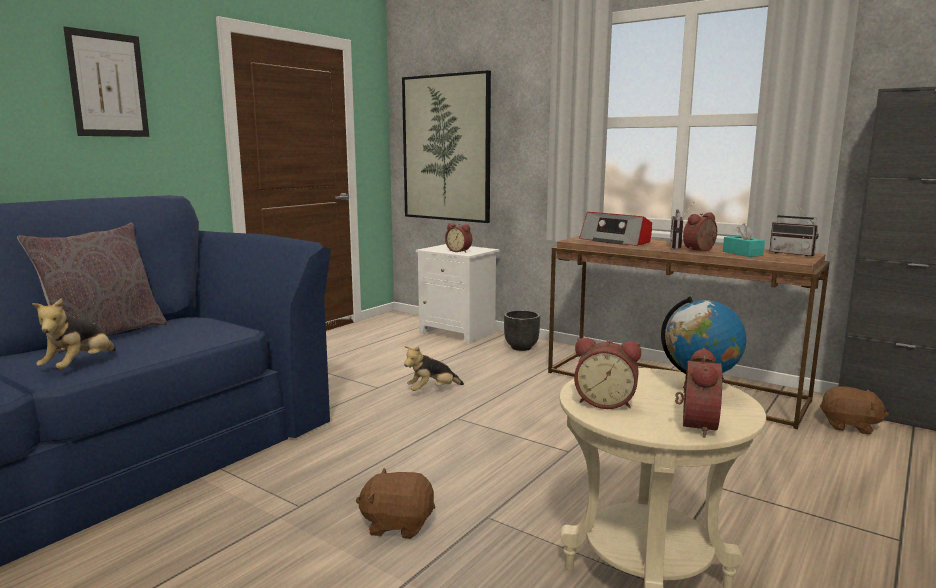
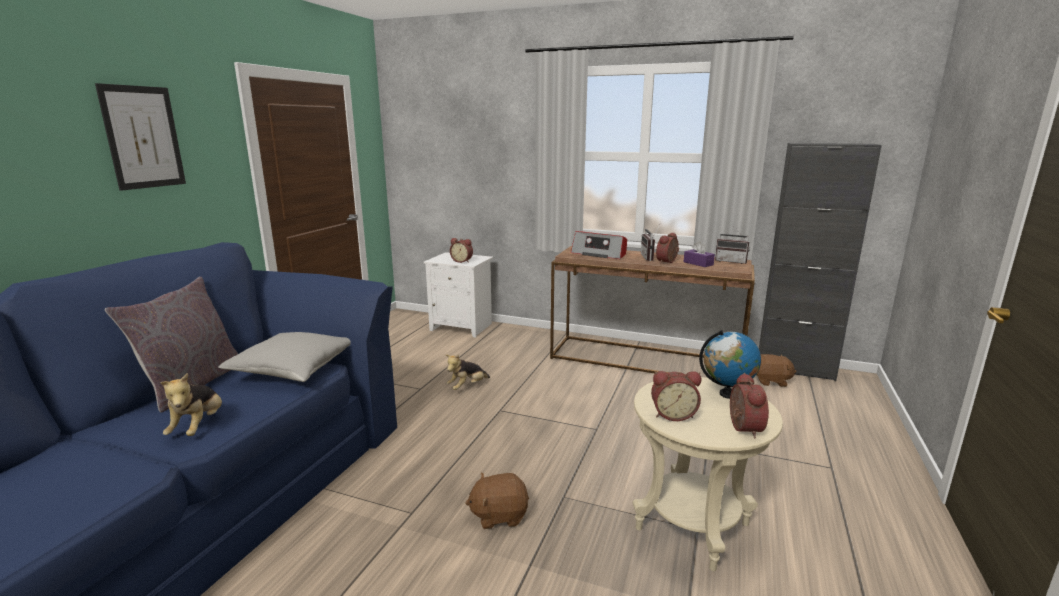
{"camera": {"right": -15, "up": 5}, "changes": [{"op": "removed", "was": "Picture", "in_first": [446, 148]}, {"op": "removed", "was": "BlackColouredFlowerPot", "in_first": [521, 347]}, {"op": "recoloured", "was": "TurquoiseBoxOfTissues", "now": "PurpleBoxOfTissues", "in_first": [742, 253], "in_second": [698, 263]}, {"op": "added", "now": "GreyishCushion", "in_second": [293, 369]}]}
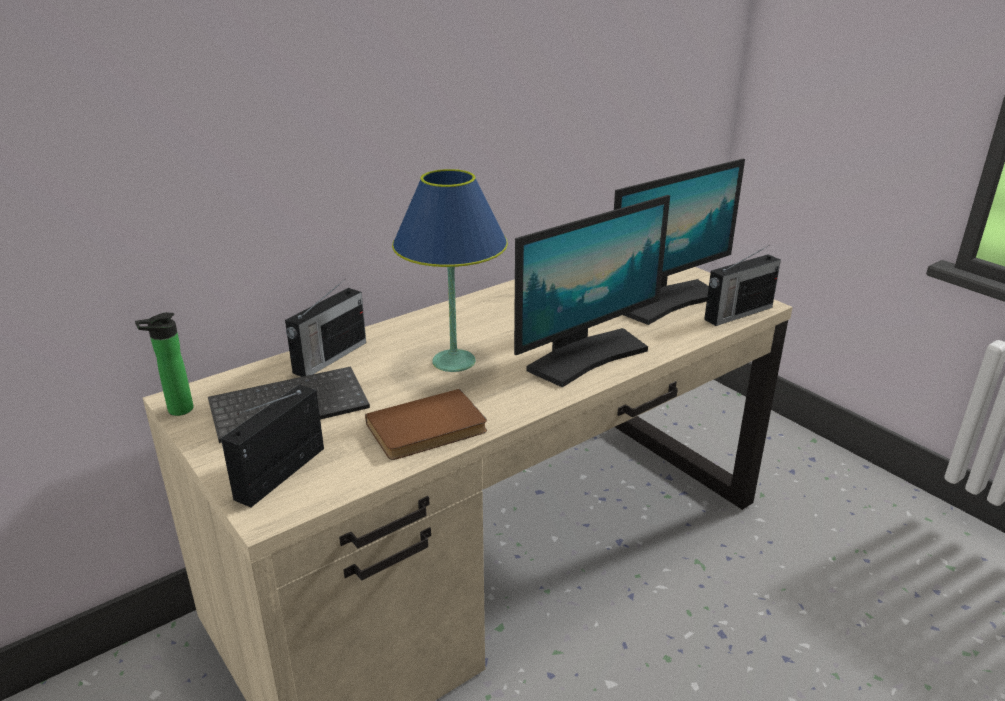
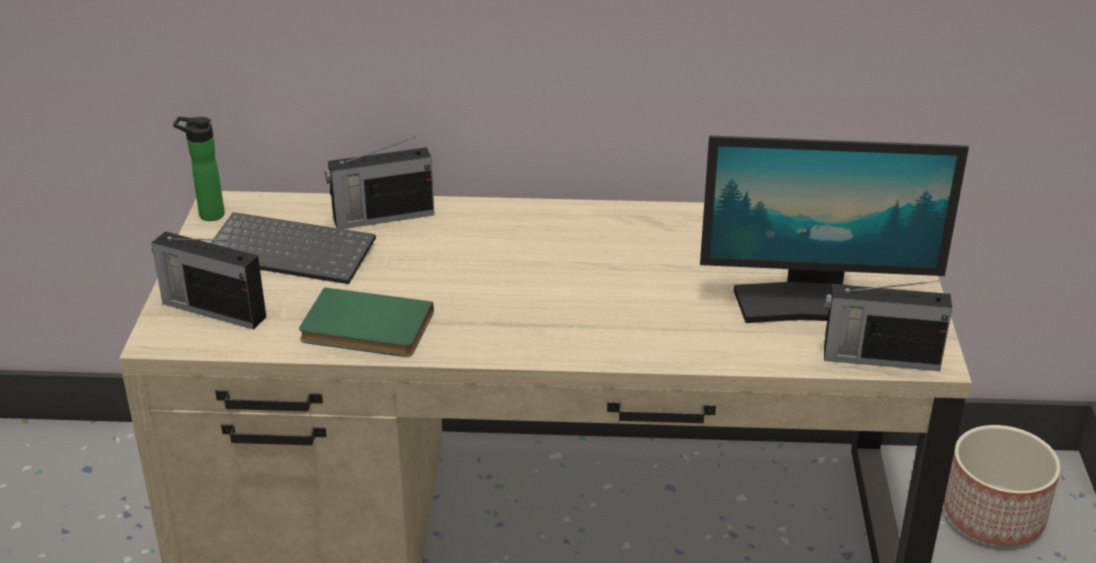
{"camera": {"right": 40, "up": 5}, "changes": [{"op": "turned", "was": "RadioReceiver", "in_first": [282, 472], "in_second": [212, 309], "clockwise": -135}, {"op": "recoloured", "was": "BrownColouredBoundBook", "now": "GreenColouredBoundBook", "in_first": [428, 430], "in_second": [365, 329]}, {"op": "removed", "was": "BluishLampForATable", "in_first": [454, 361]}, {"op": "removed", "was": "ComputerScreen", "in_first": [586, 357]}, {"op": "added", "now": "FlowerPot", "in_second": [994, 515]}]}
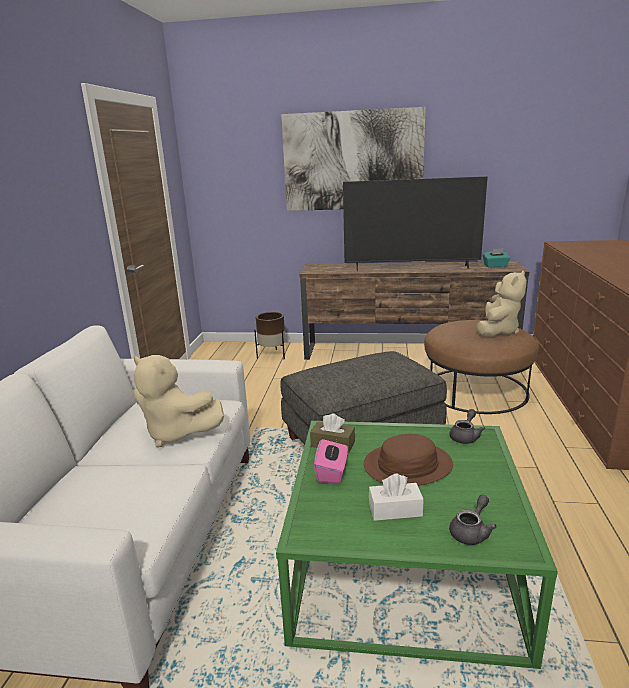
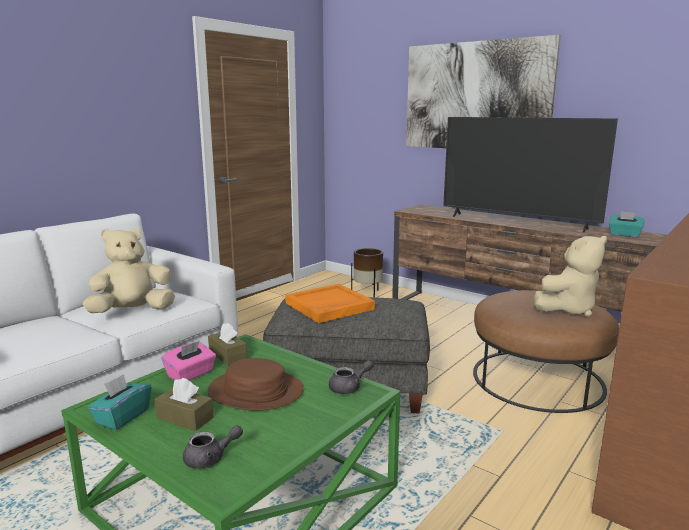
{"camera": {"right": 30, "up": -5}, "changes": [{"op": "turned", "was": "BeigeCuddlyToy", "in_first": [176, 433], "in_second": [132, 311], "clockwise": 90}, {"op": "recoloured", "was": "WhiteColouredBoxOfTissues", "now": "BrownColouredBoxOfTissues", "in_first": [395, 510], "in_second": [185, 418]}, {"op": "added", "now": "TurquoiseBoxOfTissues", "in_second": [122, 417]}, {"op": "added", "now": "OrangeCarryingTray", "in_second": [329, 306]}]}
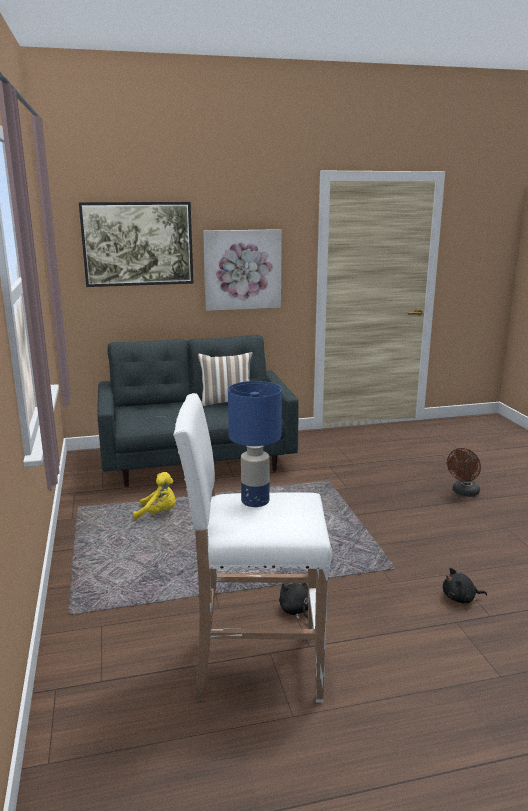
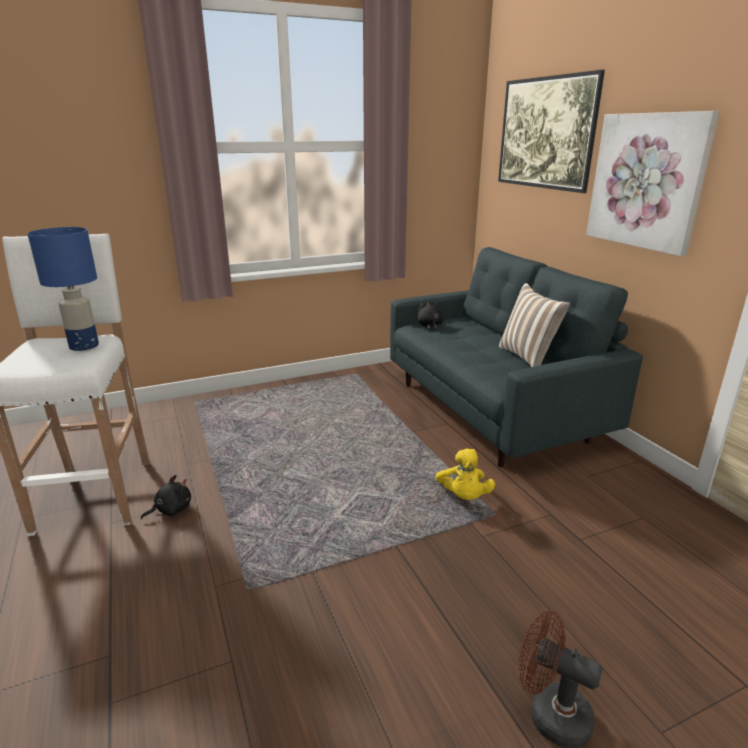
{"camera": {"right": 80, "up": 5}, "changes": [{"op": "moved", "was": "YellowCuddlyToy", "in_first": [158, 513], "in_second": [463, 497]}, {"op": "moved", "was": "BlackColouredCuddlyToy", "in_first": [460, 598], "in_second": [429, 326]}]}
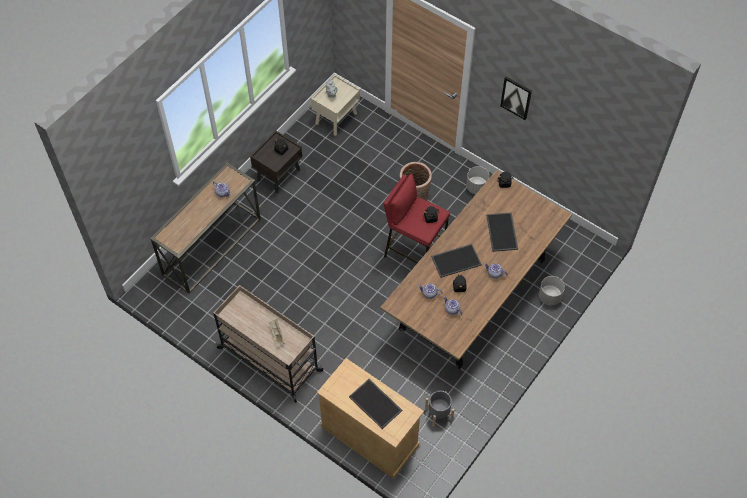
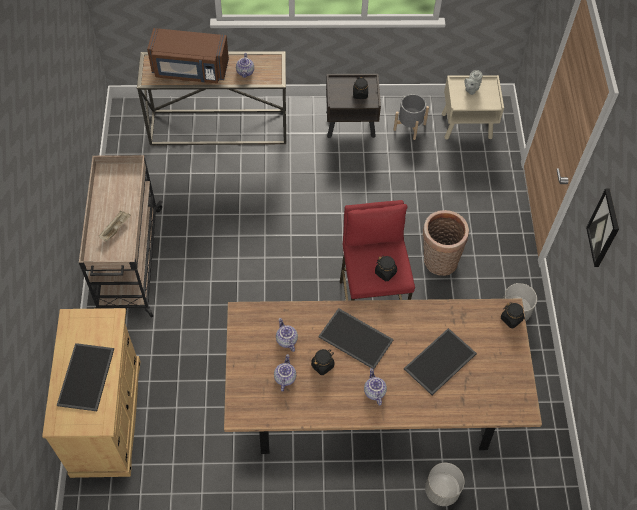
{"camera": {"right": 50, "up": 0}, "changes": [{"op": "moved", "was": "GreyishFlowerPot", "in_first": [438, 413], "in_second": [409, 126]}, {"op": "added", "now": "BrownColouredMicrowaveOven", "in_second": [190, 70]}]}
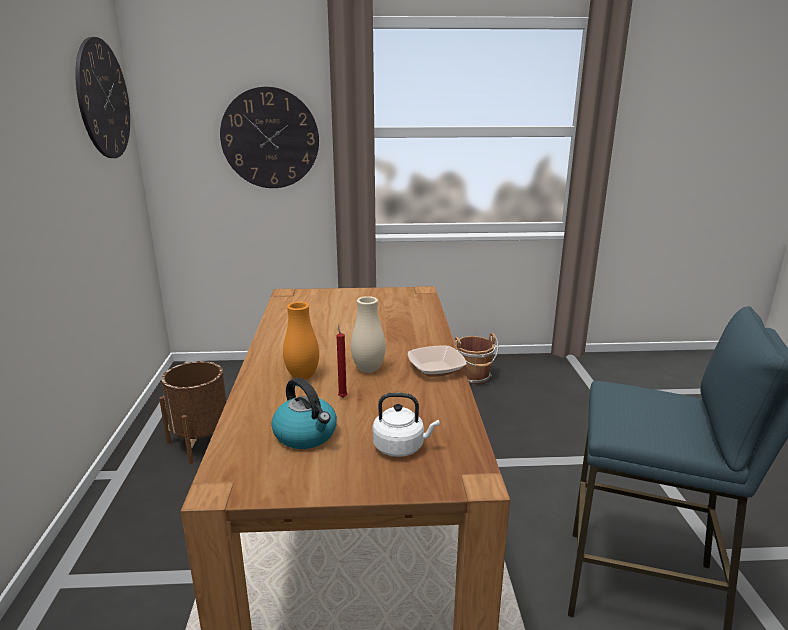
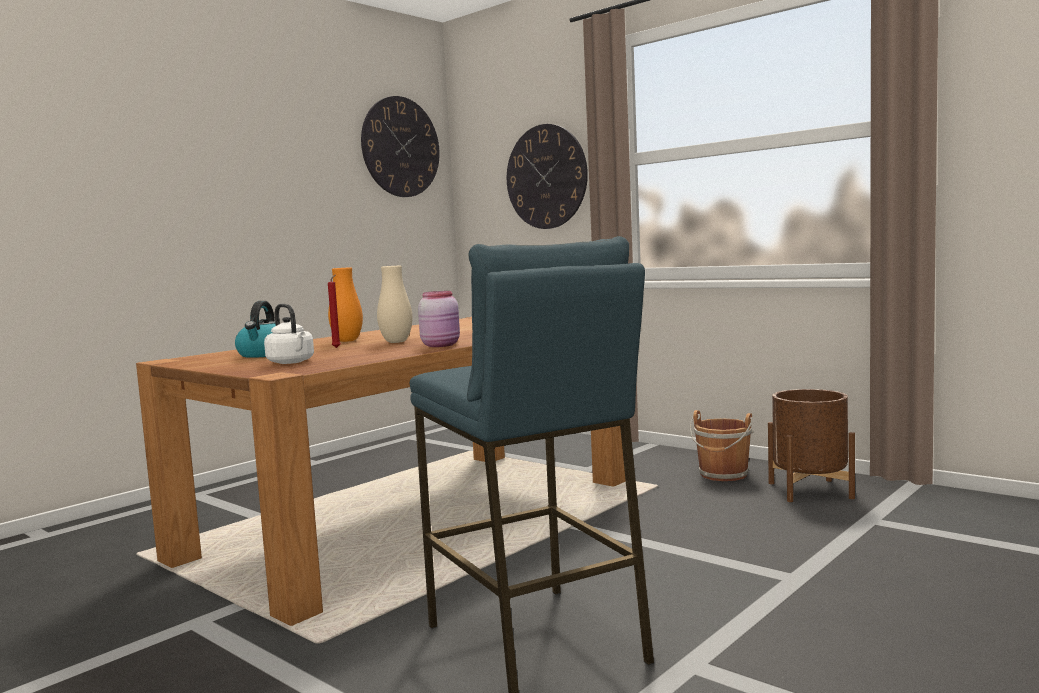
{"camera": {"right": 45, "up": -15}, "changes": [{"op": "moved", "was": "BrownColouredFlowerPot", "in_first": [202, 442], "in_second": [810, 490]}, {"op": "replaced", "was": "ServingBowl", "now": "PinkColouredPreserveJar", "in_first": [436, 369], "in_second": [441, 345]}]}
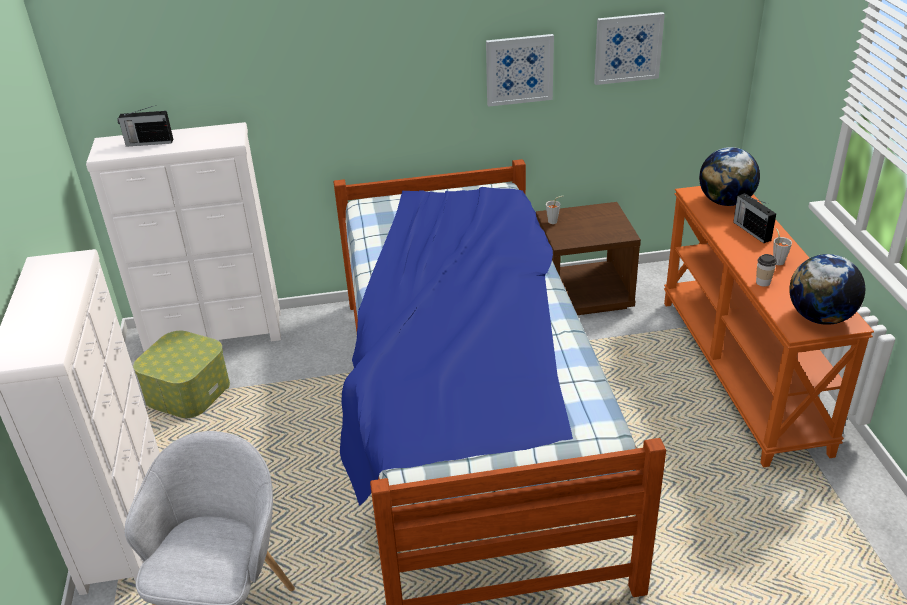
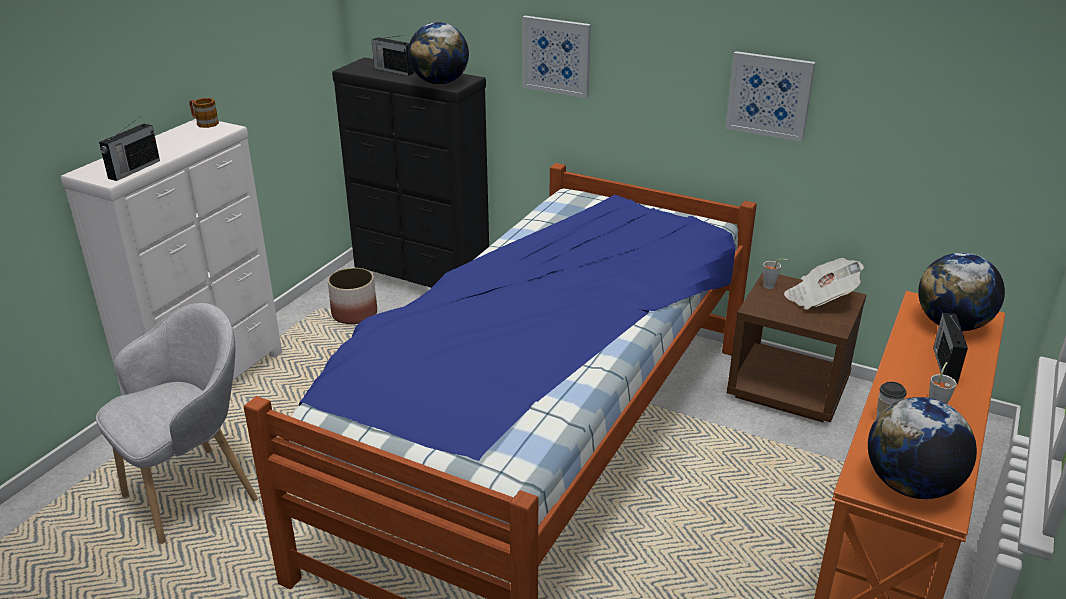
{"camera": {"right": 35, "up": -5}, "changes": [{"op": "recoloured", "was": "WhiteColouredDresser", "now": "BlackColouredDresser", "in_first": [215, 335], "in_second": [422, 280]}, {"op": "replaced", "was": "StorageContainer", "now": "FlowerPot", "in_first": [188, 392], "in_second": [355, 313]}, {"op": "moved", "was": "Picture", "in_first": [627, 48], "in_second": [556, 56]}, {"op": "added", "now": "RadioReceiver", "in_second": [133, 170]}, {"op": "added", "now": "Mug", "in_second": [204, 123]}, {"op": "added", "now": "DeskGlobe", "in_second": [440, 83]}, {"op": "added", "now": "Newspaper", "in_second": [820, 299]}]}
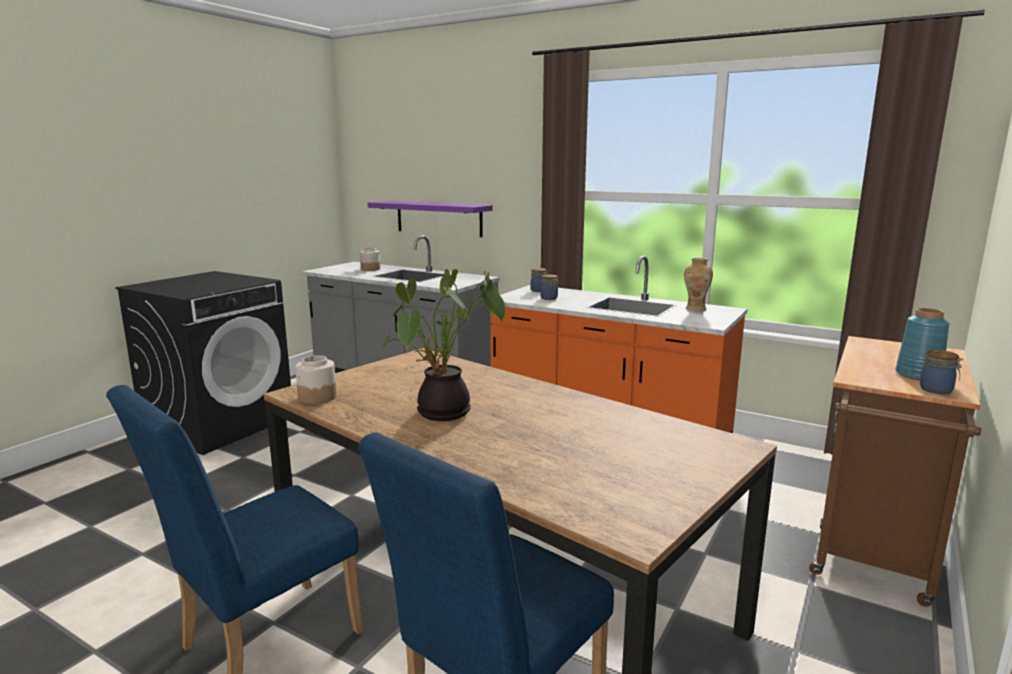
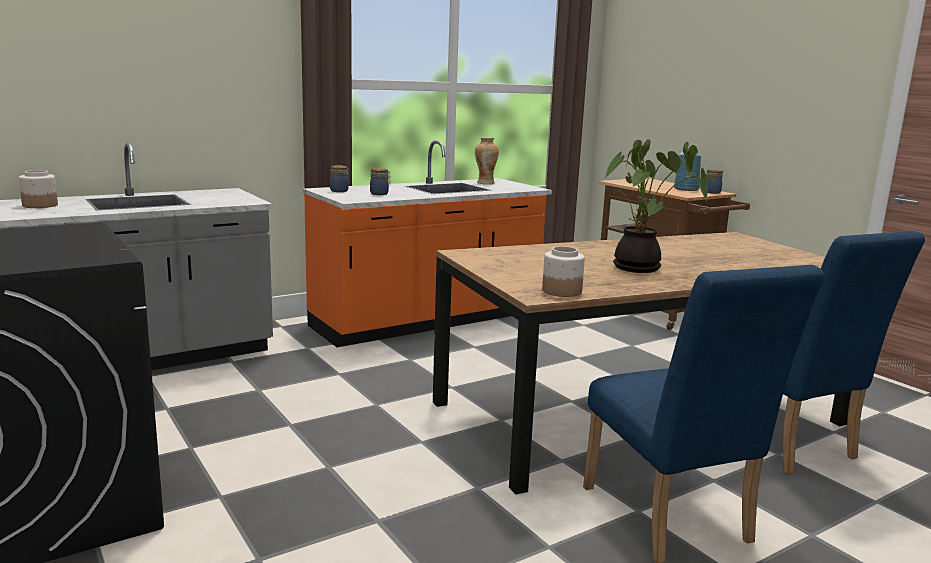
{"camera": {"right": -65, "up": 0}, "changes": [{"op": "removed", "was": "PurpleBracketShelf", "in_first": [438, 218]}]}
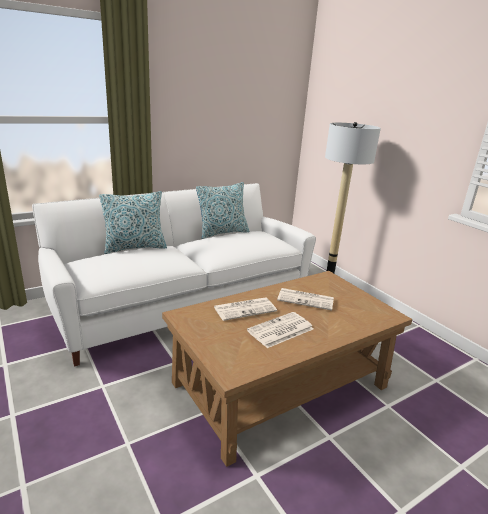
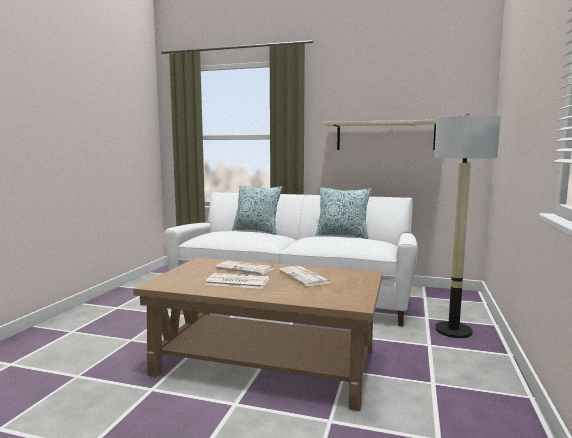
{"camera": {"right": 50, "up": -15}, "changes": [{"op": "added", "now": "BeigeBracketShelf", "in_second": [385, 136]}]}
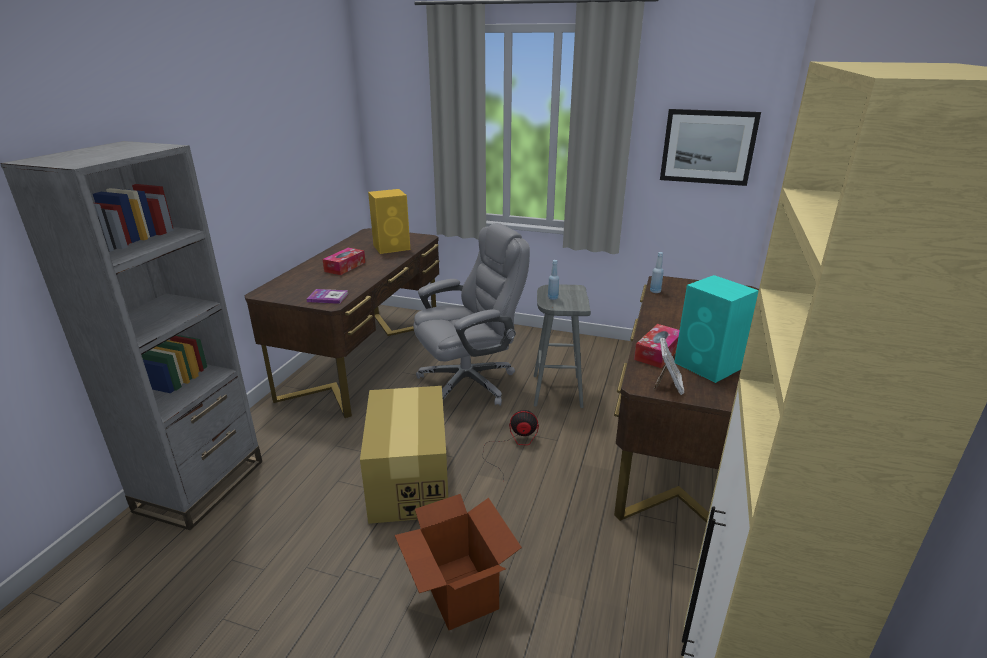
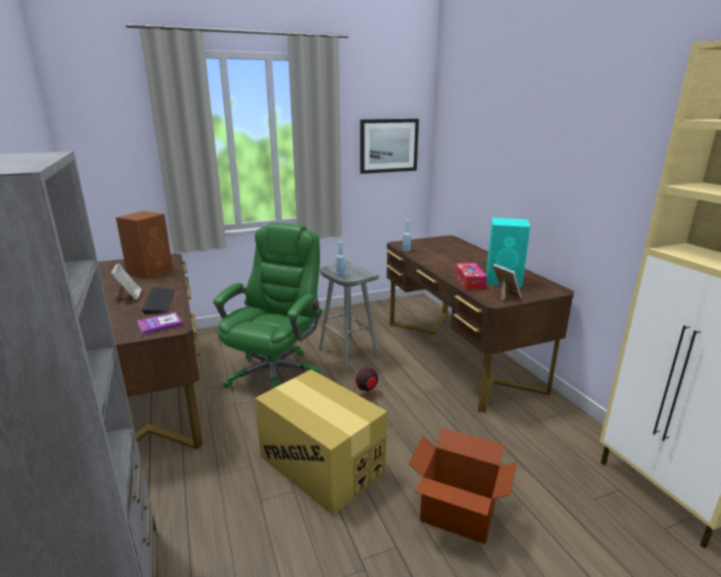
{"camera": {"right": -40, "up": -5}, "changes": [{"op": "replaced", "was": "BoxOfTissues", "now": "StandingFrame", "in_first": [345, 267], "in_second": [129, 297]}, {"op": "recoloured", "was": "YellowAudioSpeaker", "now": "BrownColouredAudioSpeaker", "in_first": [392, 247], "in_second": [151, 271]}, {"op": "recoloured", "was": "GreyishDeskChair", "now": "GreenColouredDeskChair", "in_first": [469, 382], "in_second": [276, 373]}, {"op": "added", "now": "Keyboard", "in_second": [159, 301]}]}
